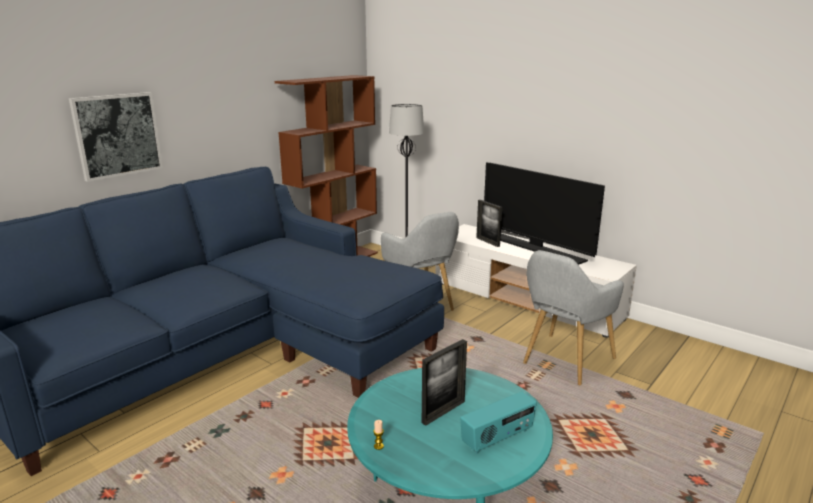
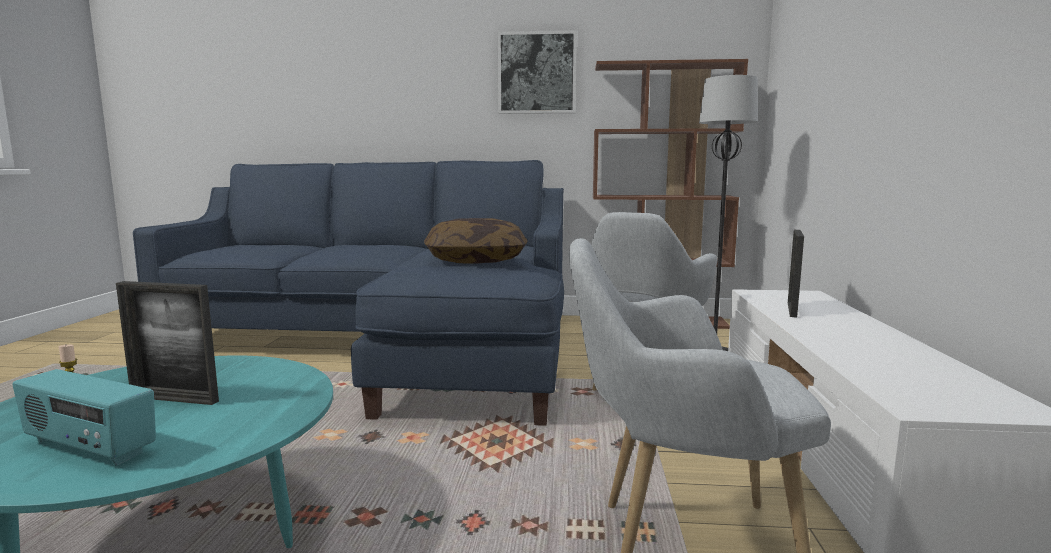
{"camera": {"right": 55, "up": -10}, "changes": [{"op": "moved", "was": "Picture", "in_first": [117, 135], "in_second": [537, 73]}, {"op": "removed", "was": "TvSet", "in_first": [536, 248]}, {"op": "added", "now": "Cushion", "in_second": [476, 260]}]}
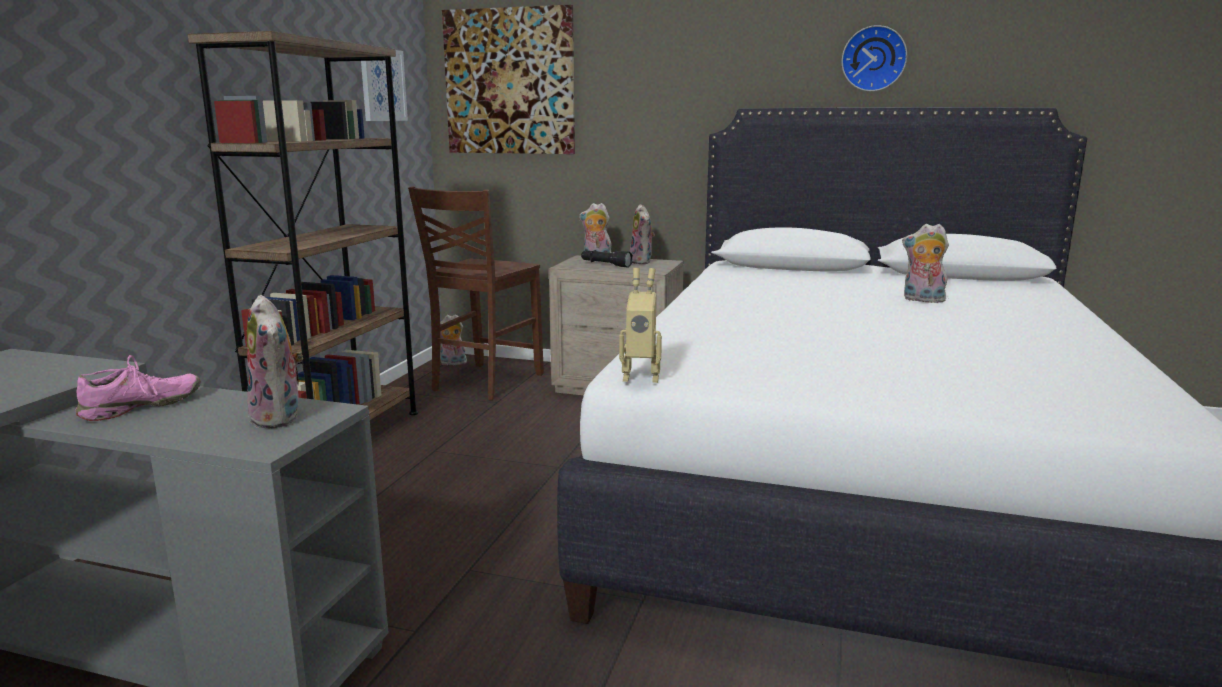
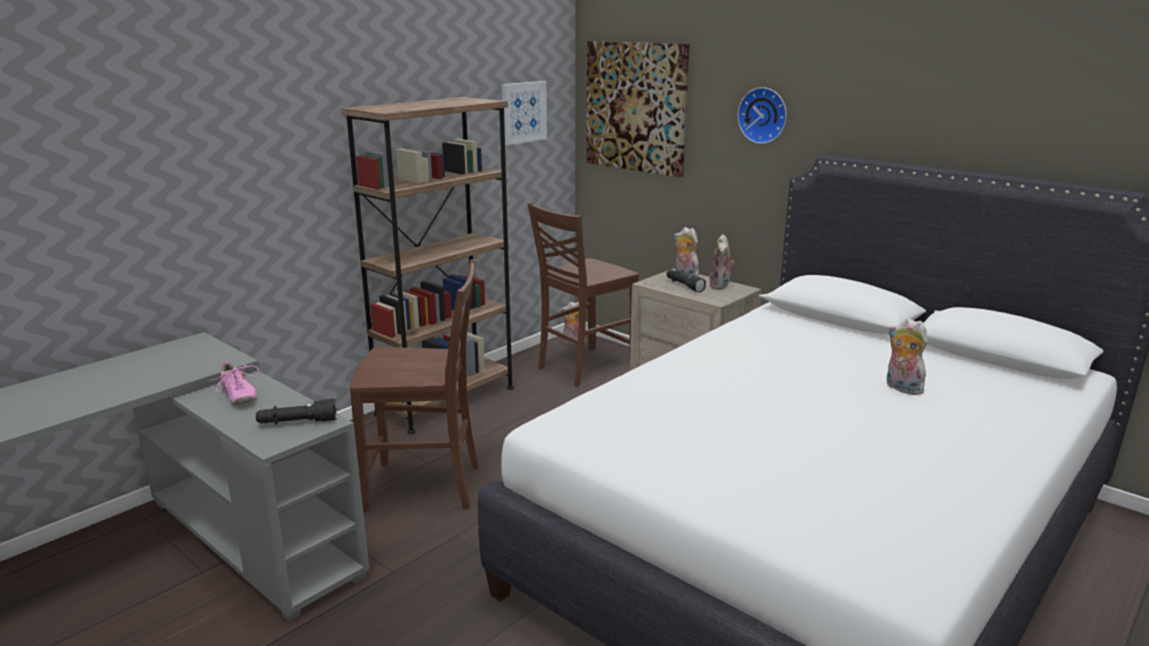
{"camera": {"right": 25, "up": 5}, "changes": [{"op": "turned", "was": "PinkColouredLowShoe", "in_first": [142, 407], "in_second": [238, 396], "clockwise": 75}, {"op": "replaced", "was": "CuddlyToy", "now": "BlackColouredFlashlight", "in_first": [280, 418], "in_second": [297, 422]}, {"op": "removed", "was": "ToyRobot", "in_first": [641, 376]}, {"op": "moved", "was": "WallClock", "in_first": [873, 59], "in_second": [764, 115]}, {"op": "added", "now": "BrownColouredPlainChair", "in_second": [426, 487]}]}
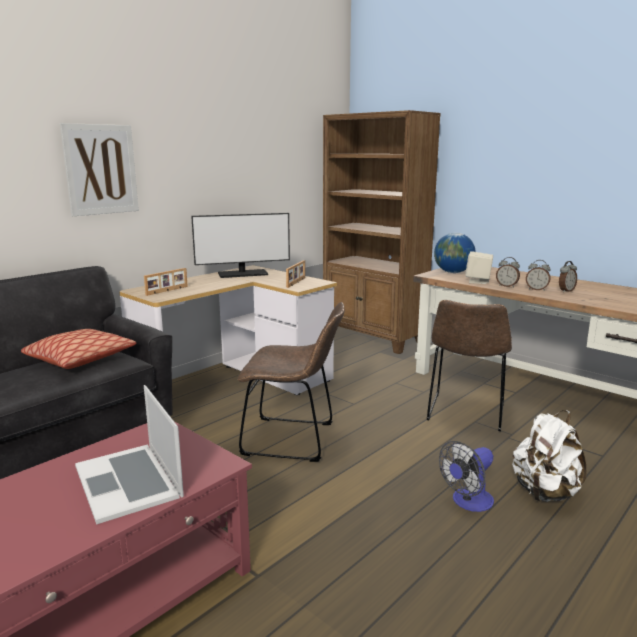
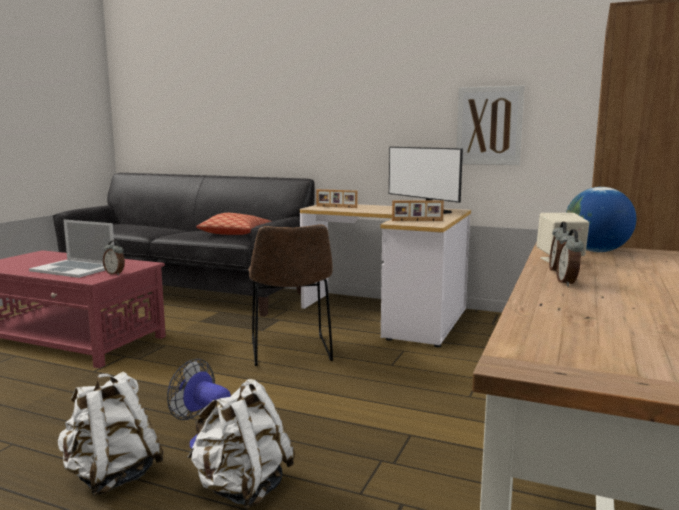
{"camera": {"right": 70, "up": -5}, "changes": [{"op": "moved", "was": "Picture", "in_first": [100, 169], "in_second": [489, 126]}, {"op": "turned", "was": "NotebookComputer", "in_first": [128, 481], "in_second": [74, 269], "clockwise": -105}, {"op": "removed", "was": "BrownColouredPlainChair", "in_first": [465, 413]}, {"op": "moved", "was": "AlarmClock", "in_first": [565, 291], "in_second": [115, 274]}, {"op": "added", "now": "WhiteColouredBackpack", "in_second": [112, 476]}]}
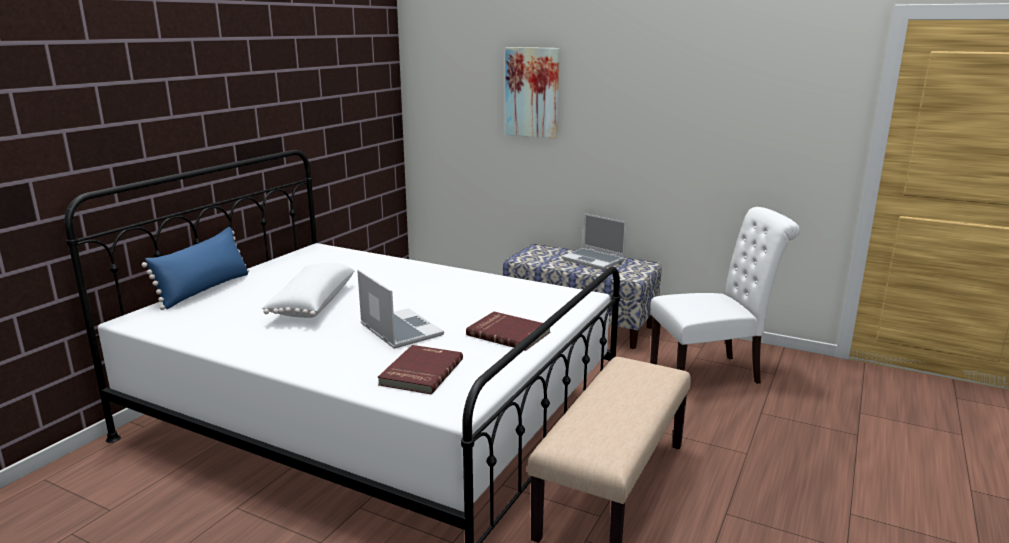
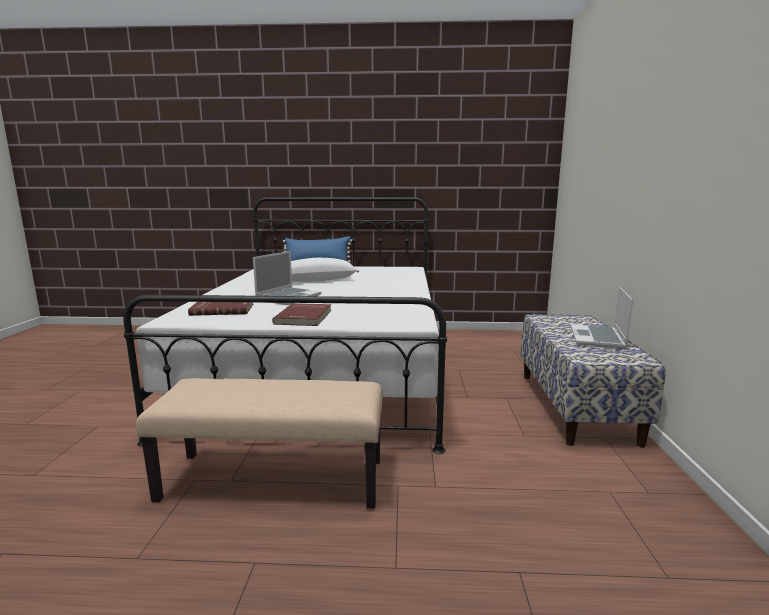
{"camera": {"right": 65, "up": -5}, "changes": [{"op": "removed", "was": "Picture", "in_first": [532, 92]}, {"op": "removed", "was": "WhiteColouredPlainChair", "in_first": [711, 373]}]}
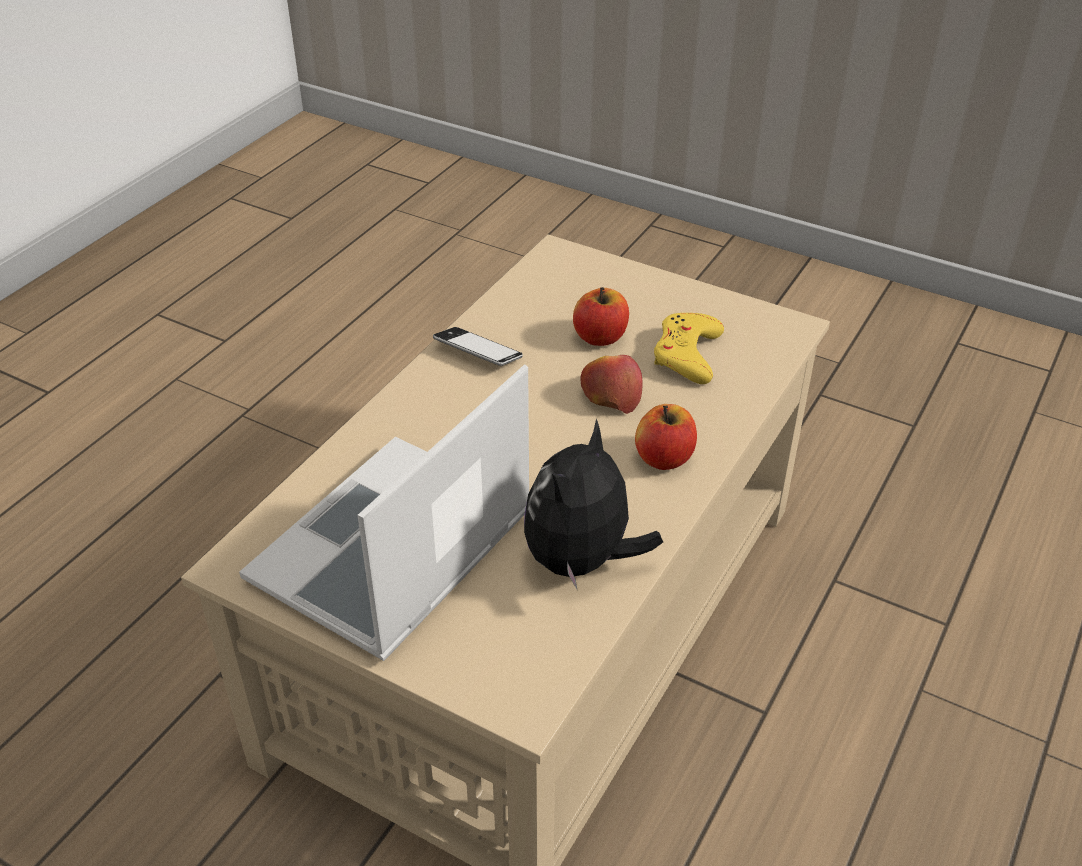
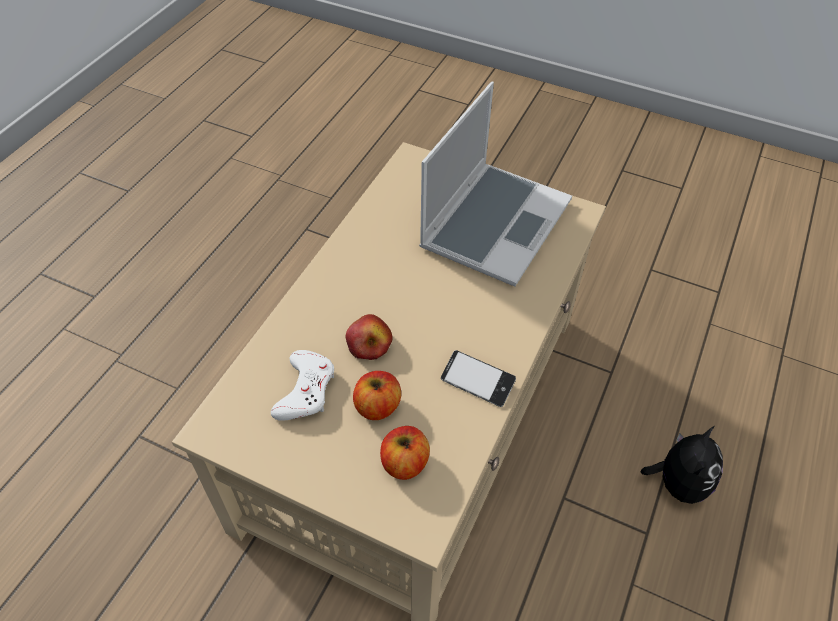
{"camera": {"right": 175, "up": 10}, "changes": [{"op": "moved", "was": "CuddlyToy", "in_first": [582, 561], "in_second": [677, 482]}, {"op": "moved", "was": "WholeApple", "in_first": [664, 458], "in_second": [404, 463]}, {"op": "recoloured", "was": "YellowJoypad", "now": "WhiteColouredJoypad", "in_first": [687, 354], "in_second": [305, 390]}]}
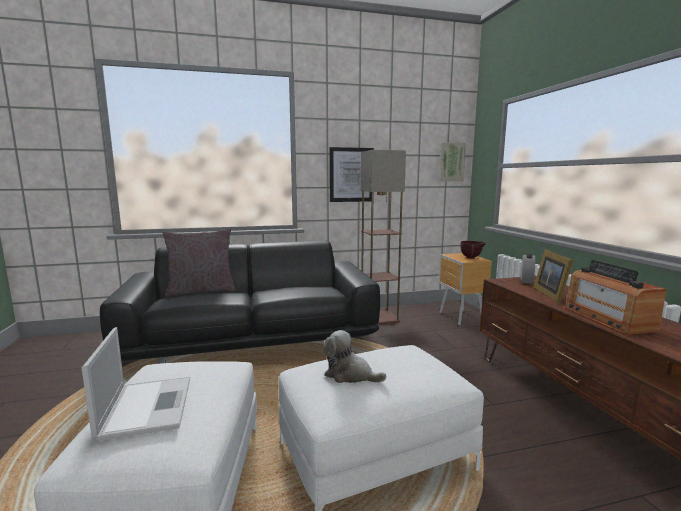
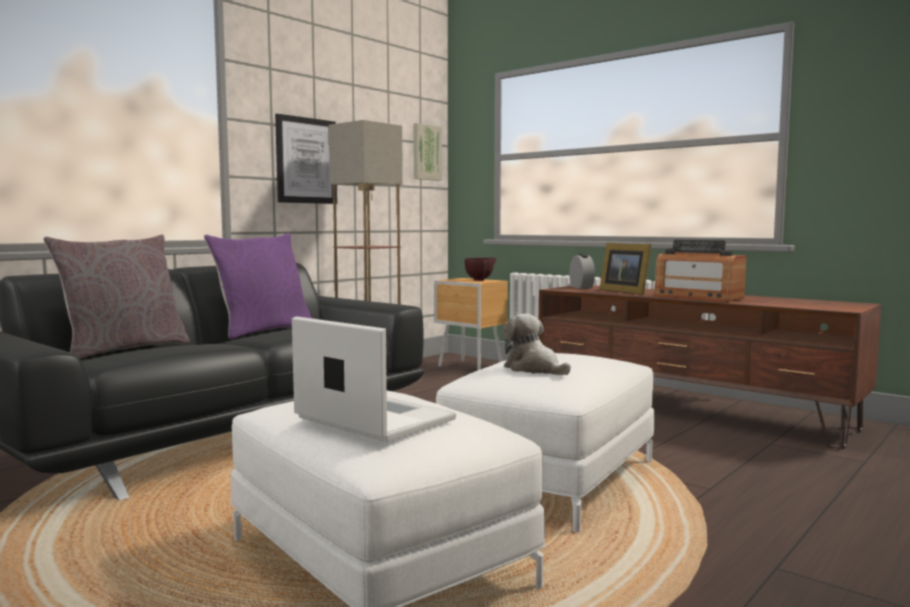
{"camera": {"right": -35, "up": -5}, "changes": [{"op": "turned", "was": "CuddlyToy", "in_first": [350, 375], "in_second": [534, 369], "clockwise": 60}, {"op": "added", "now": "PurpleCushion", "in_second": [263, 330]}]}
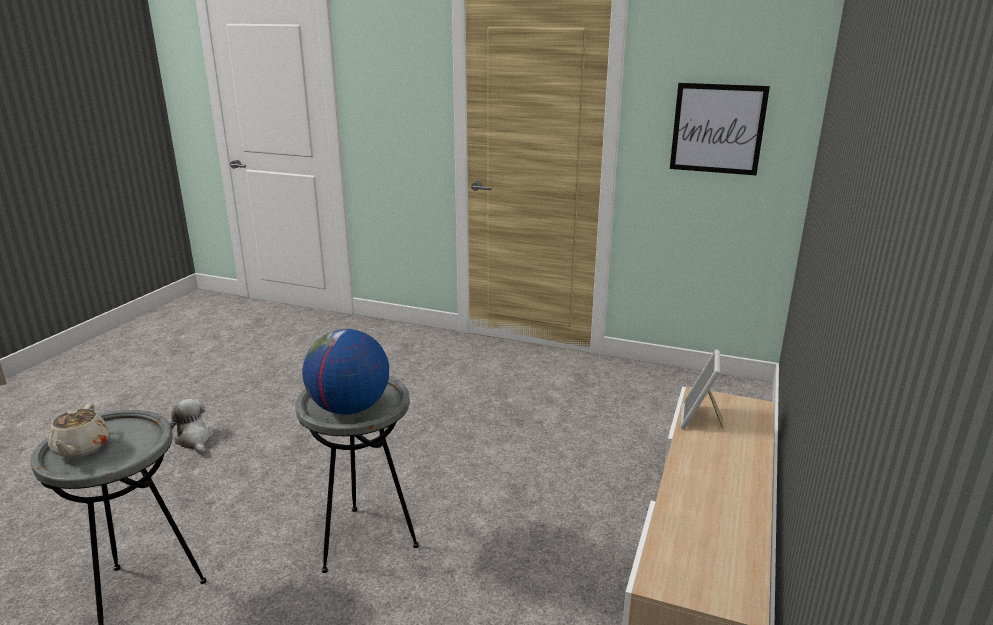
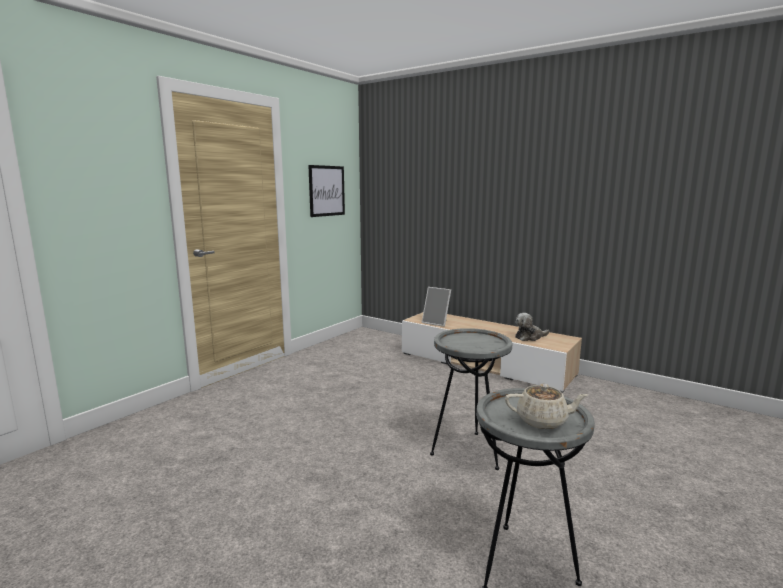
{"camera": {"right": -75, "up": -10}, "changes": [{"op": "moved", "was": "CuddlyToy", "in_first": [195, 440], "in_second": [529, 337]}, {"op": "removed", "was": "DeskGlobe", "in_first": [349, 408]}]}
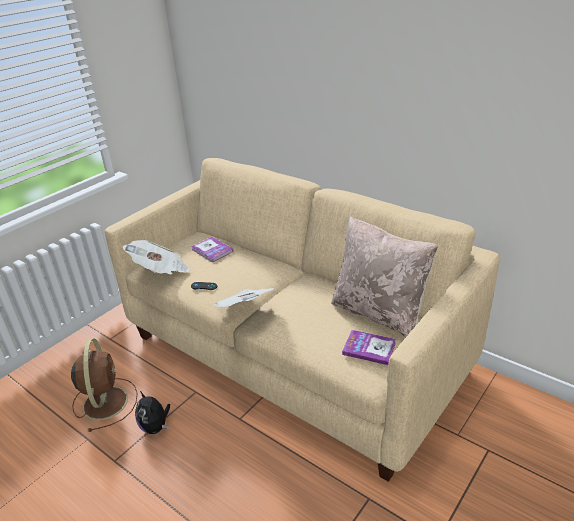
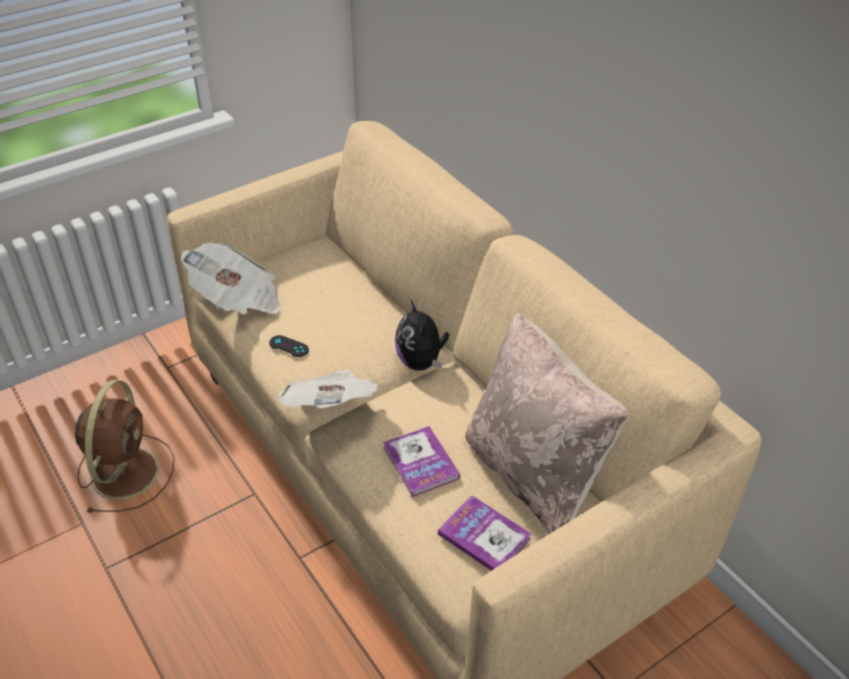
{"camera": {"right": 15, "up": 10}, "changes": [{"op": "moved", "was": "CuddlyToy", "in_first": [156, 427], "in_second": [421, 362]}, {"op": "moved", "was": "BoundBook", "in_first": [212, 250], "in_second": [420, 462]}]}
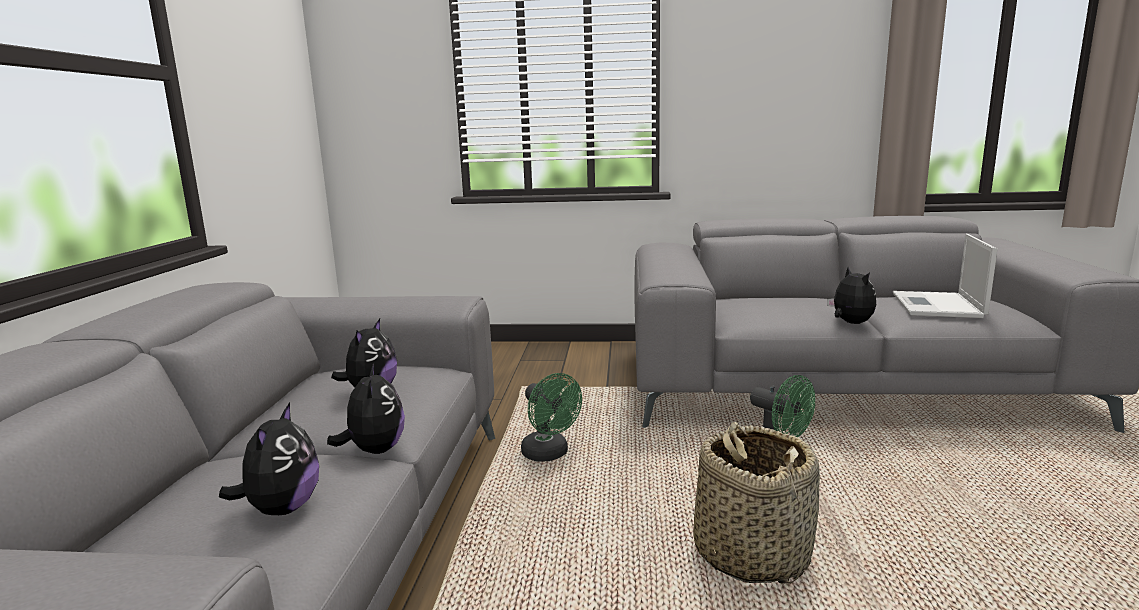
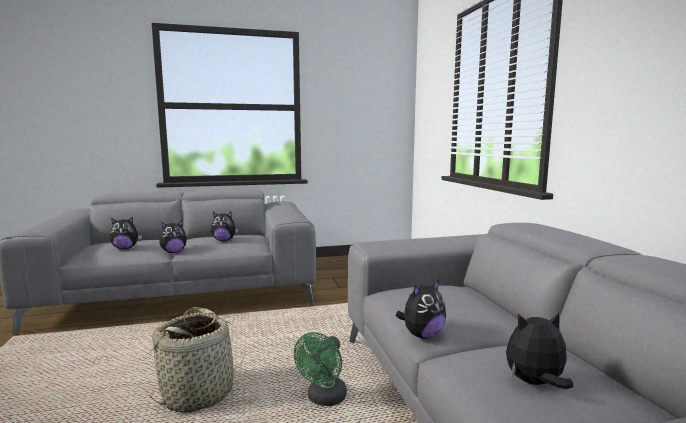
{"camera": {"right": 70, "up": -5}, "changes": [{"op": "removed", "was": "GreenColouredElectricFan", "in_first": [549, 454]}, {"op": "replaced", "was": "NotebookComputer", "now": "CuddlyToy", "in_first": [938, 306], "in_second": [535, 383]}]}
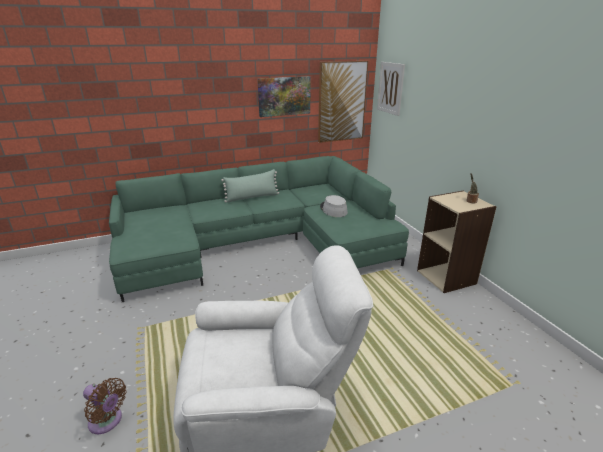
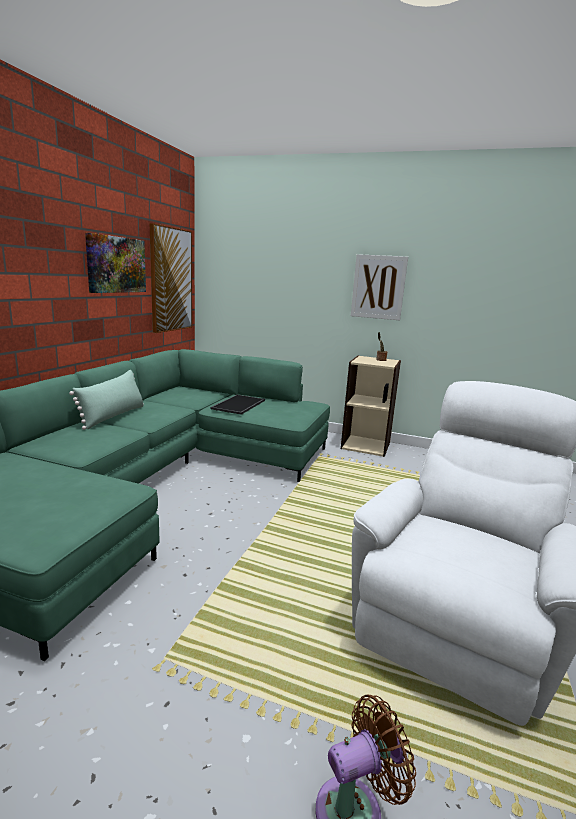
{"camera": {"right": -50, "up": -10}, "changes": [{"op": "replaced", "was": "GreyishWearableHat", "now": "CarryingTray", "in_first": [333, 209], "in_second": [239, 405]}, {"op": "moved", "was": "Picture", "in_first": [390, 88], "in_second": [378, 287]}]}
